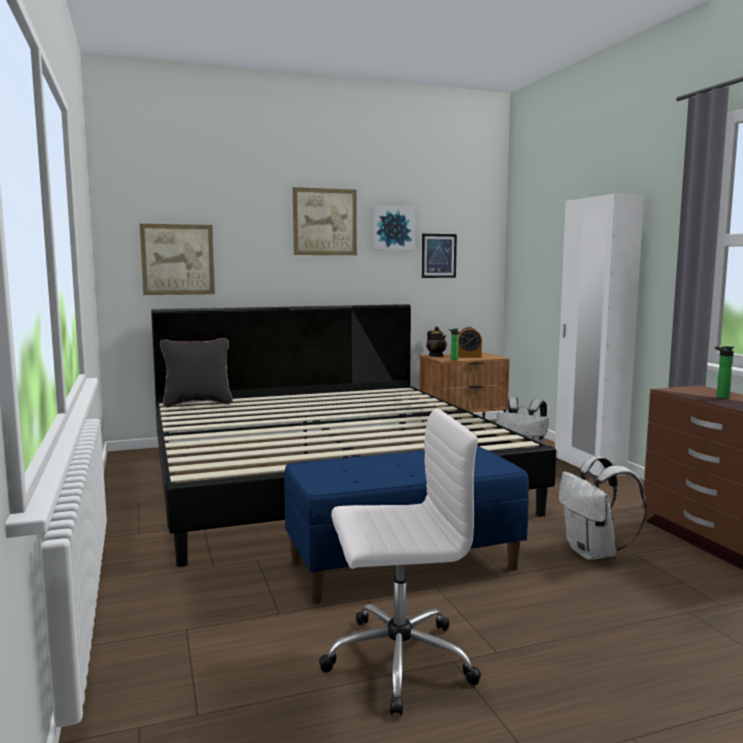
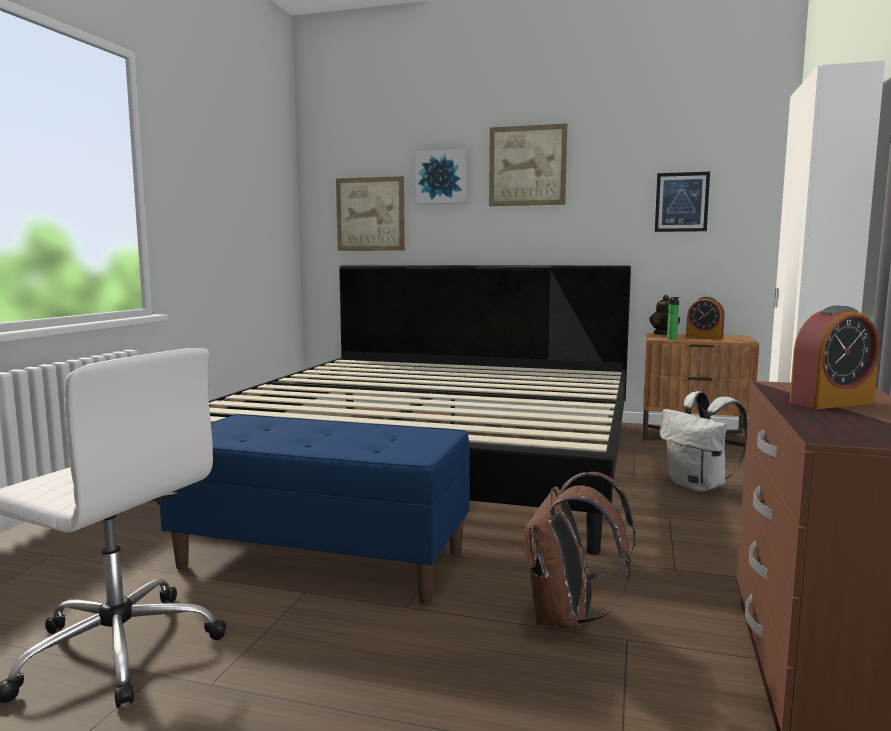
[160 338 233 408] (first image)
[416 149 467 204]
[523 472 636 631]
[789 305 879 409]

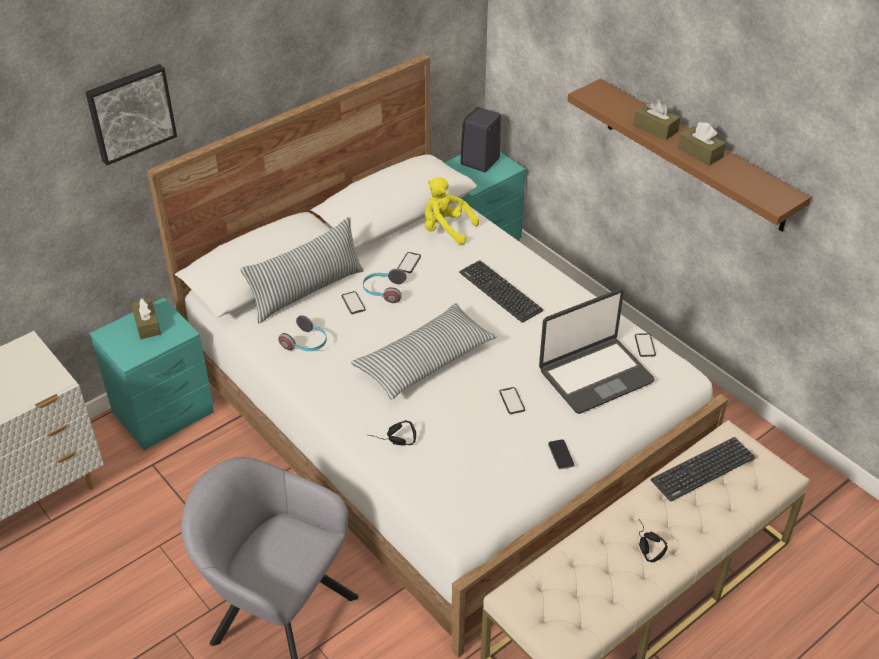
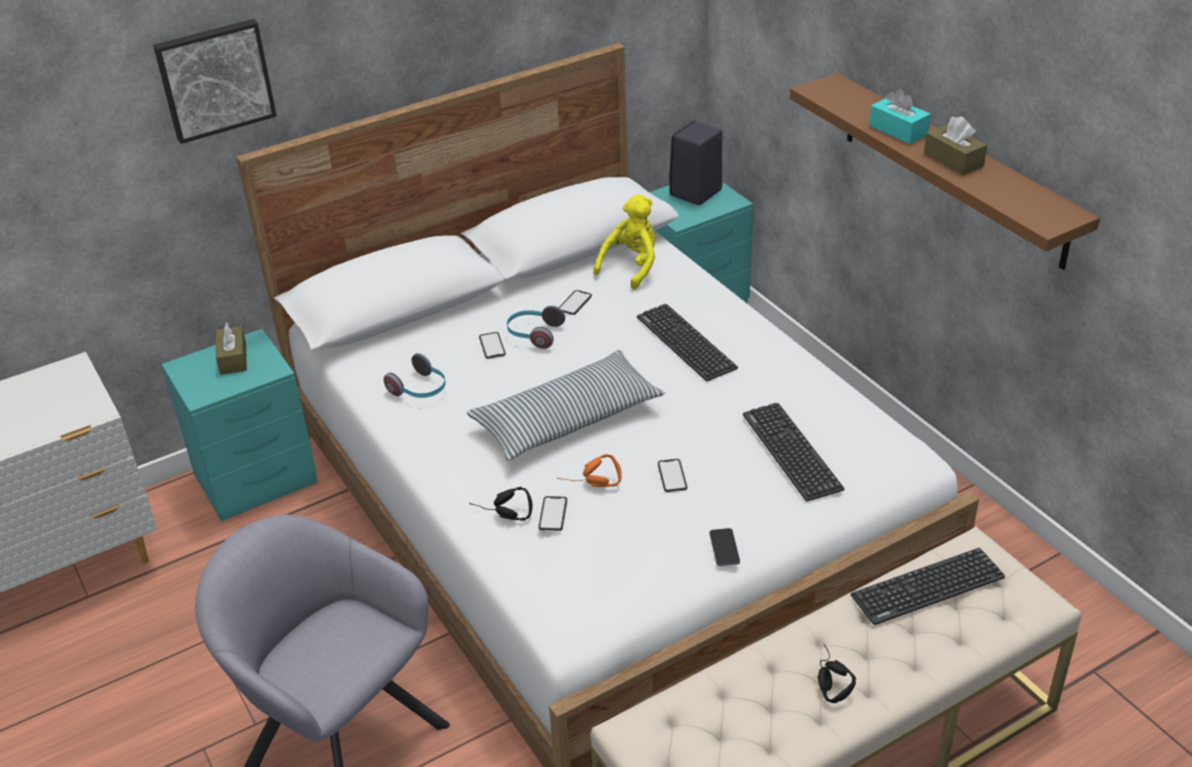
[241 217 364 323] (first image)
[593 194 655 290]
[743 403 844 501]
[869 89 931 144]
[538 496 567 531]
[557 454 622 487]

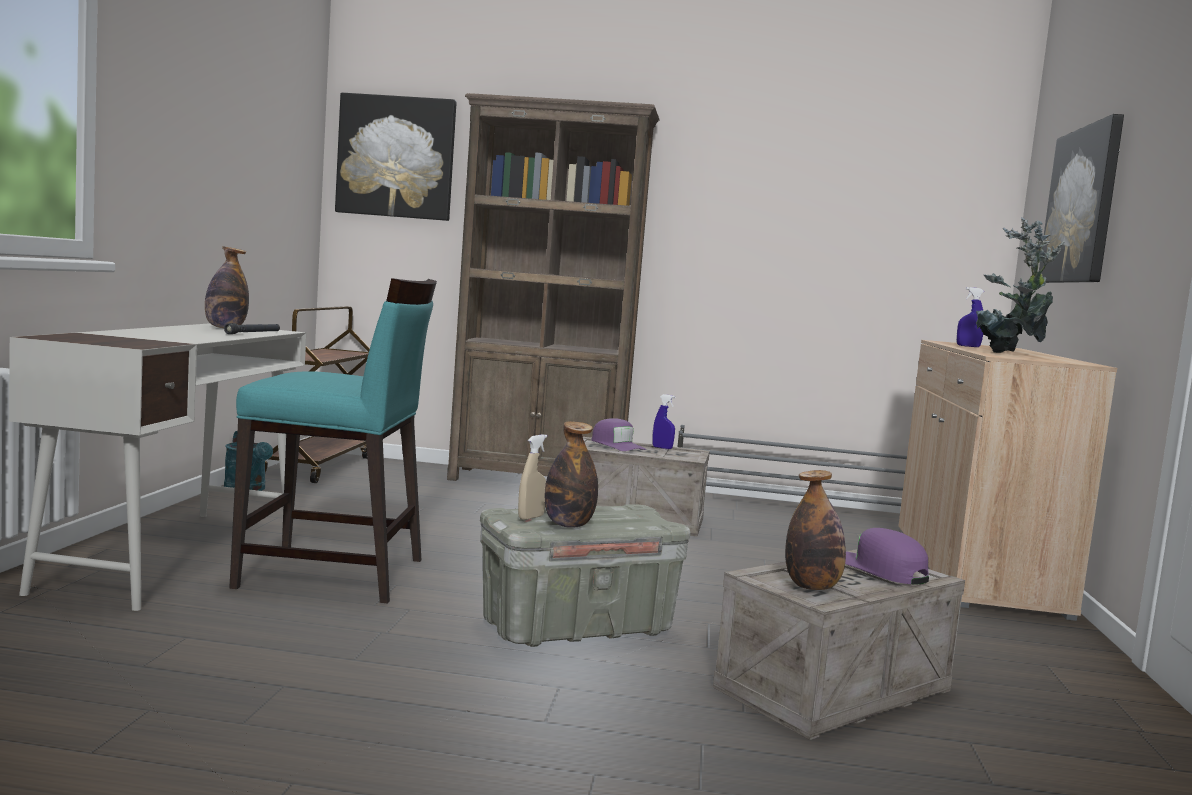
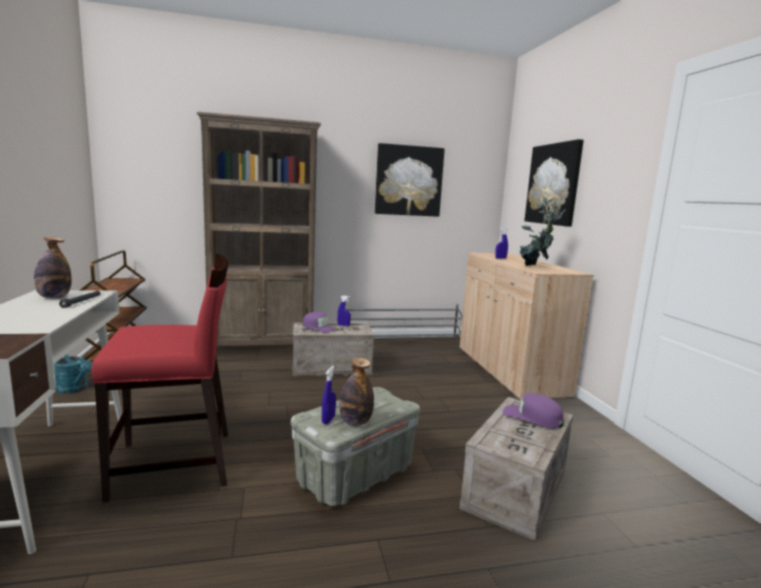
[91 254 228 502]
[375 143 445 217]
[322 366 336 424]
[785 470 846 590] (first image)

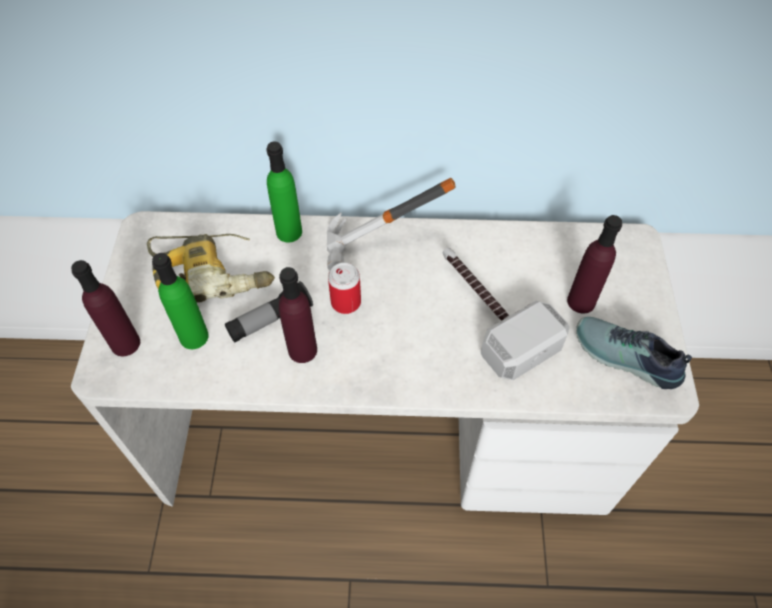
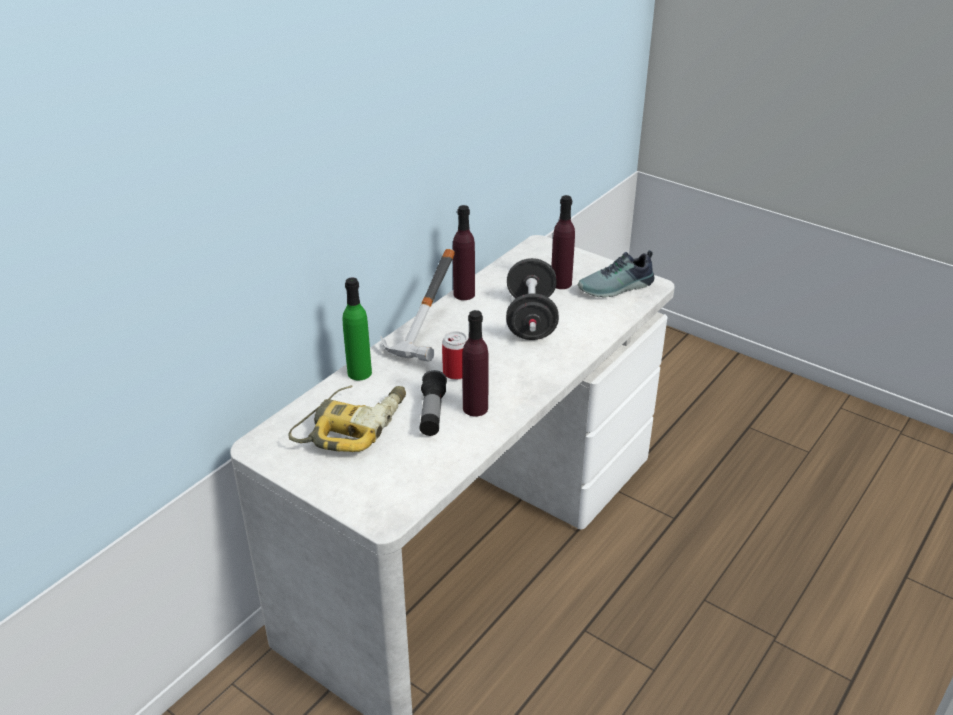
[453 205 475 300]
[152 253 209 349] (first image)
[506 258 559 340]

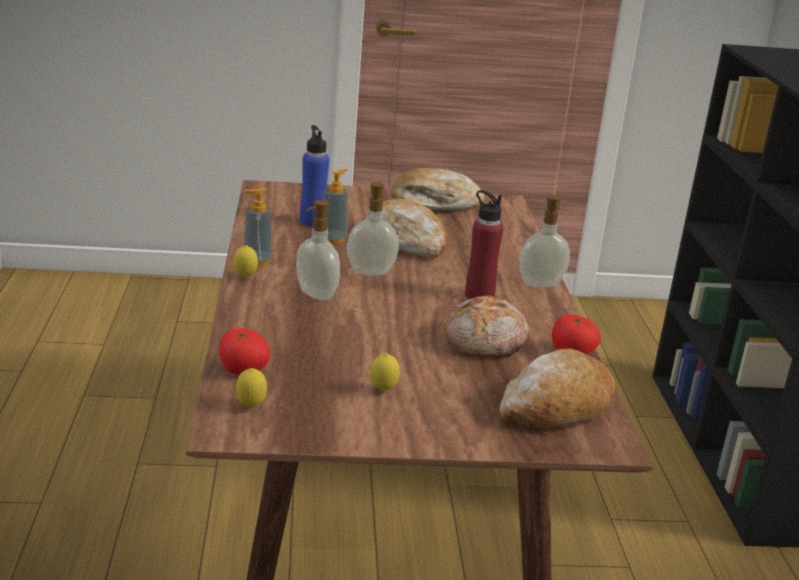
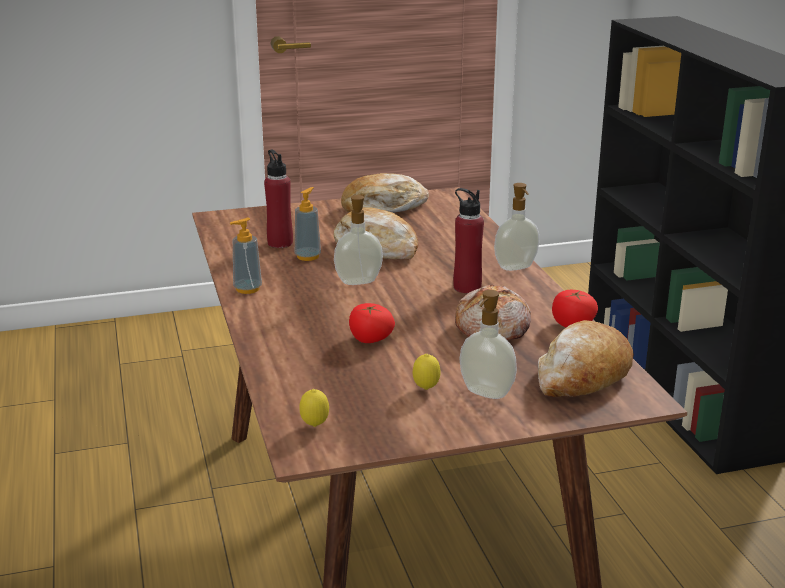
[349 303 395 343]
[233 245 258 278] (first image)
[459 290 517 399]
[264 150 293 248]

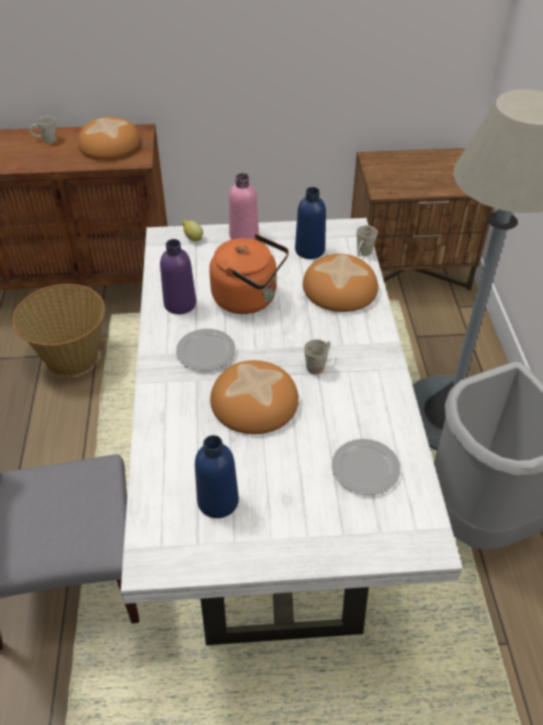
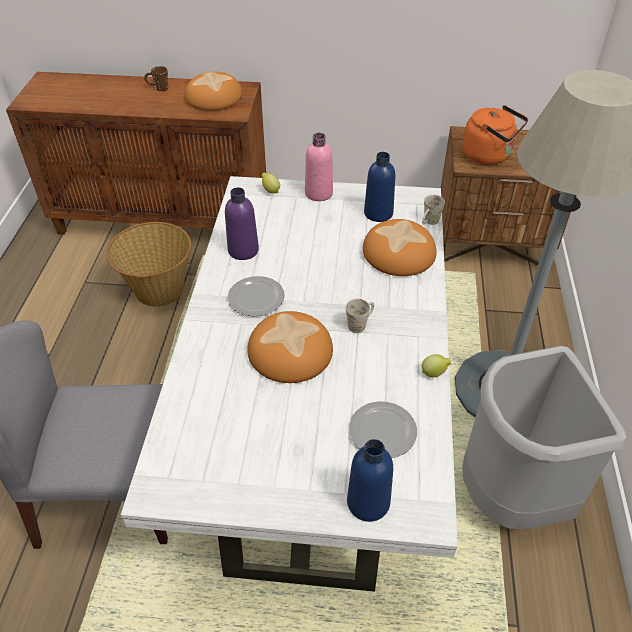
[144 66 168 91]
[347 439 393 522]
[463 105 528 165]
[422 354 451 377]

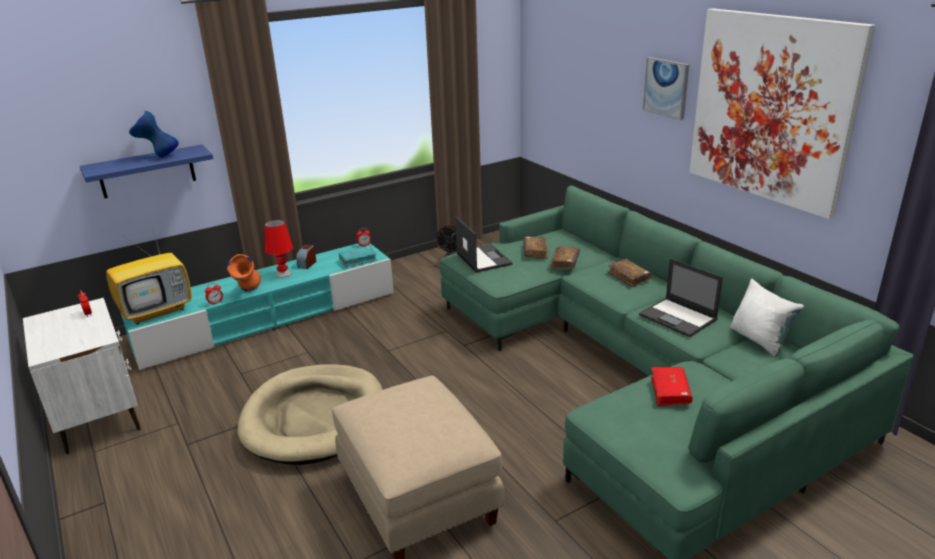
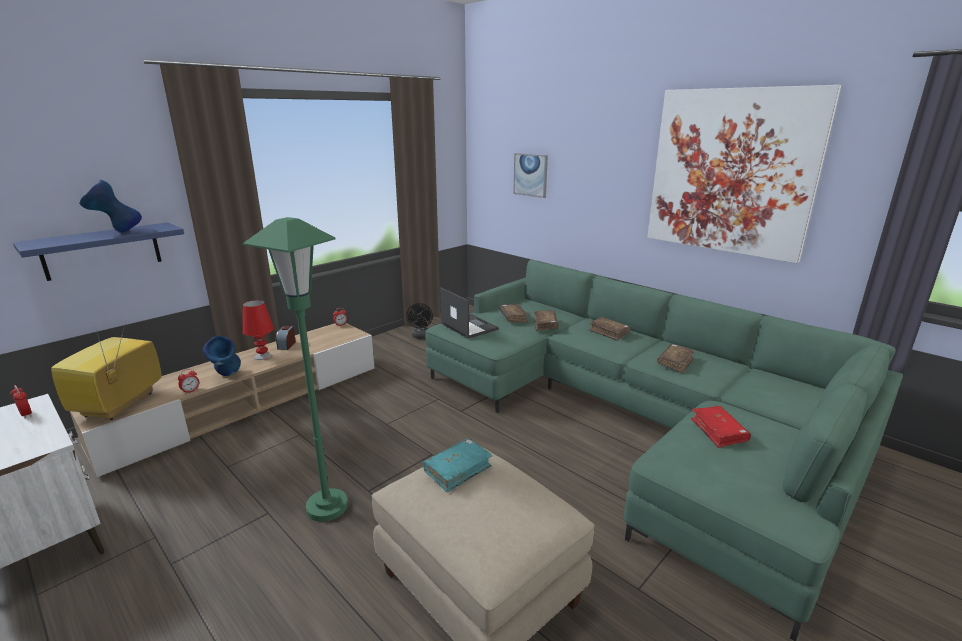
[51 321 162 420]
[70 323 375 477]
[203 336 241 376]
[243 217 348 522]
[423 438 493 493]
[657 344 695 373]
[513 153 548 198]
[730 278 804 357] (first image)

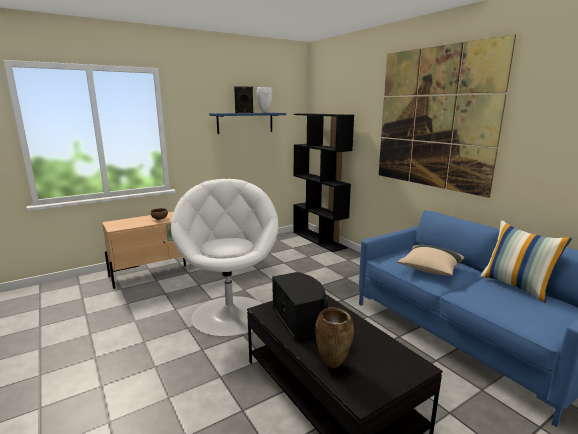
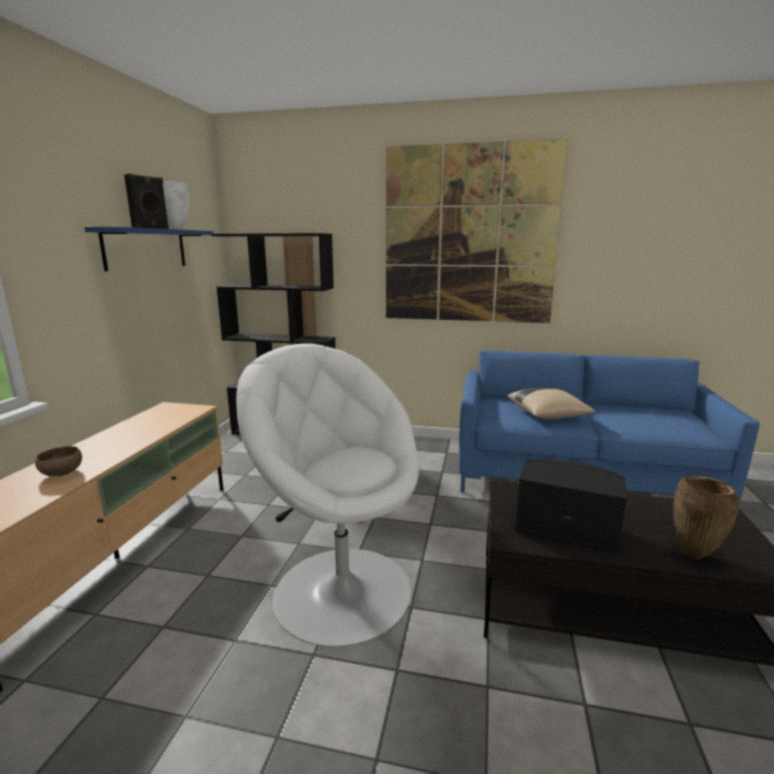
[480 220 572 303] (first image)

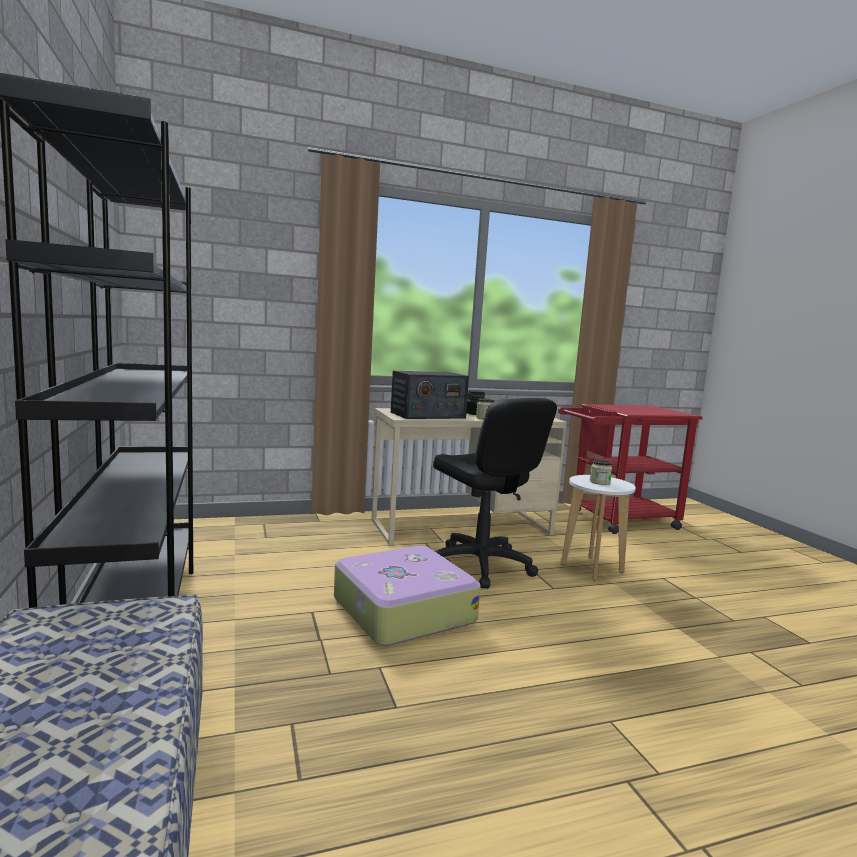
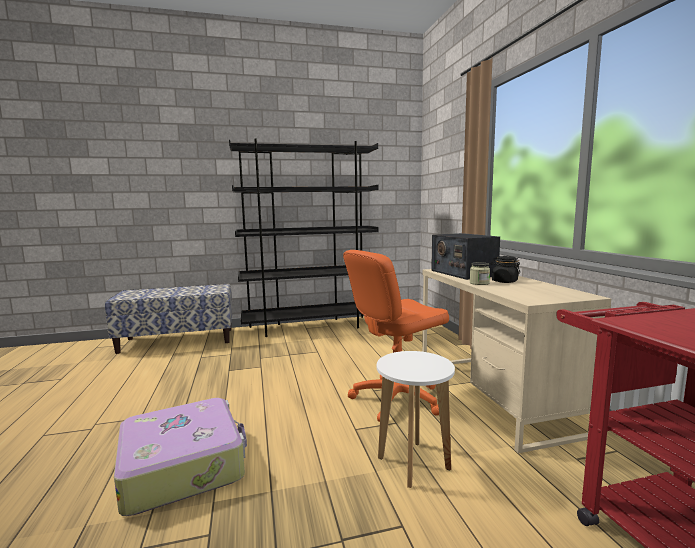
[114 398 247 516]
[343 250 449 422]
[590 459 612 485] (first image)

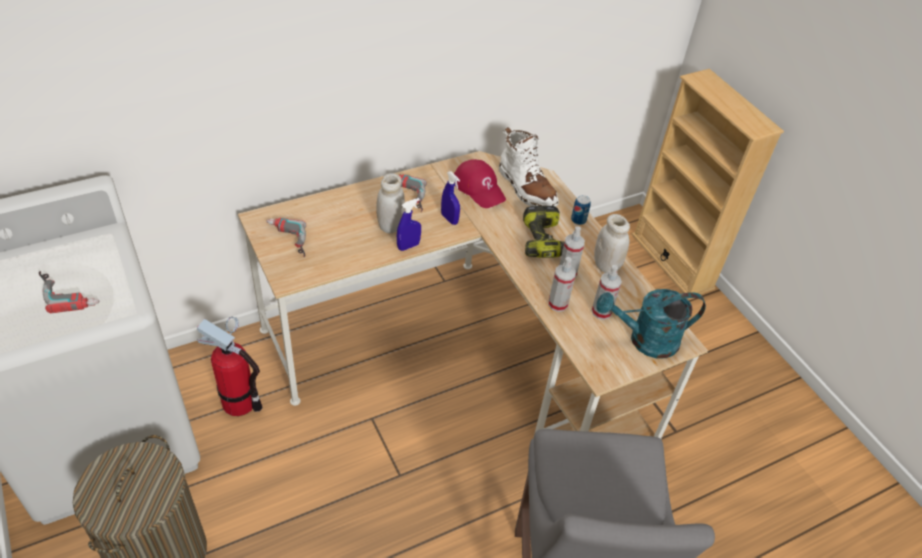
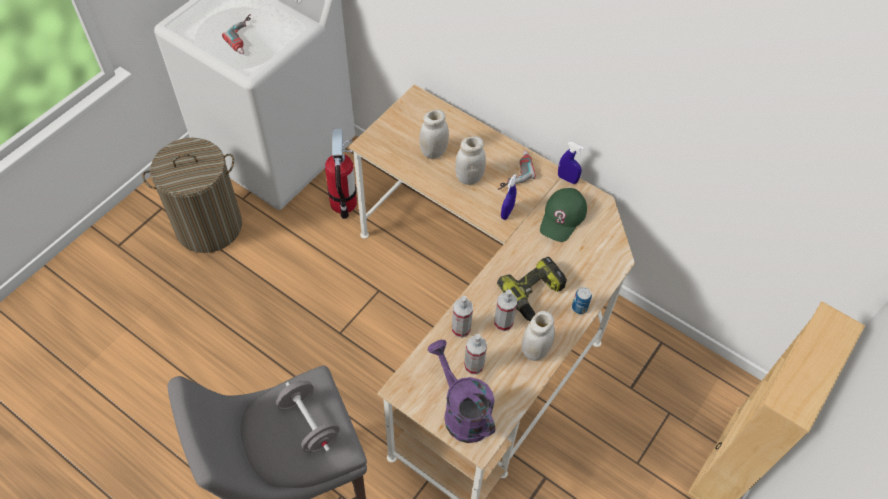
[266 218 306 257] (first image)
[558 142 584 184]
[540 188 587 242]
[499 127 559 207] (first image)
[428 340 495 443]
[276 381 339 452]
[419 109 449 159]

